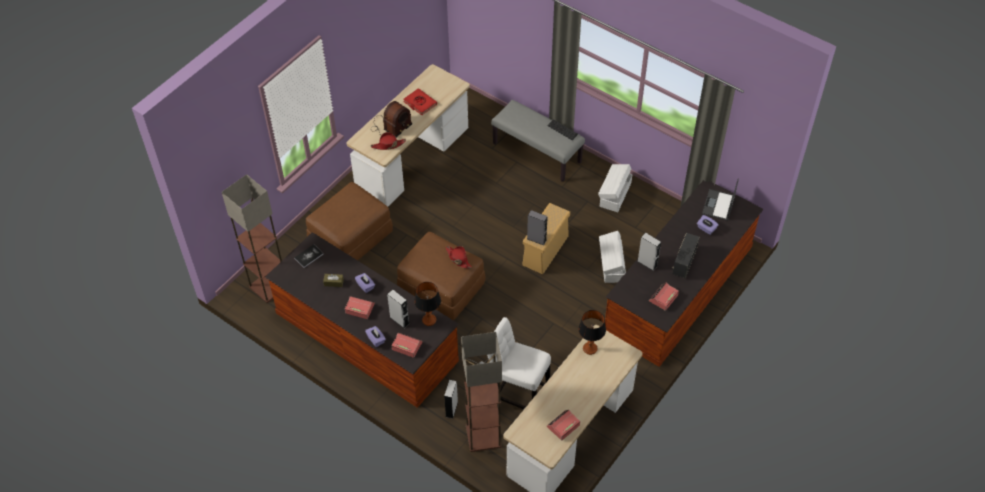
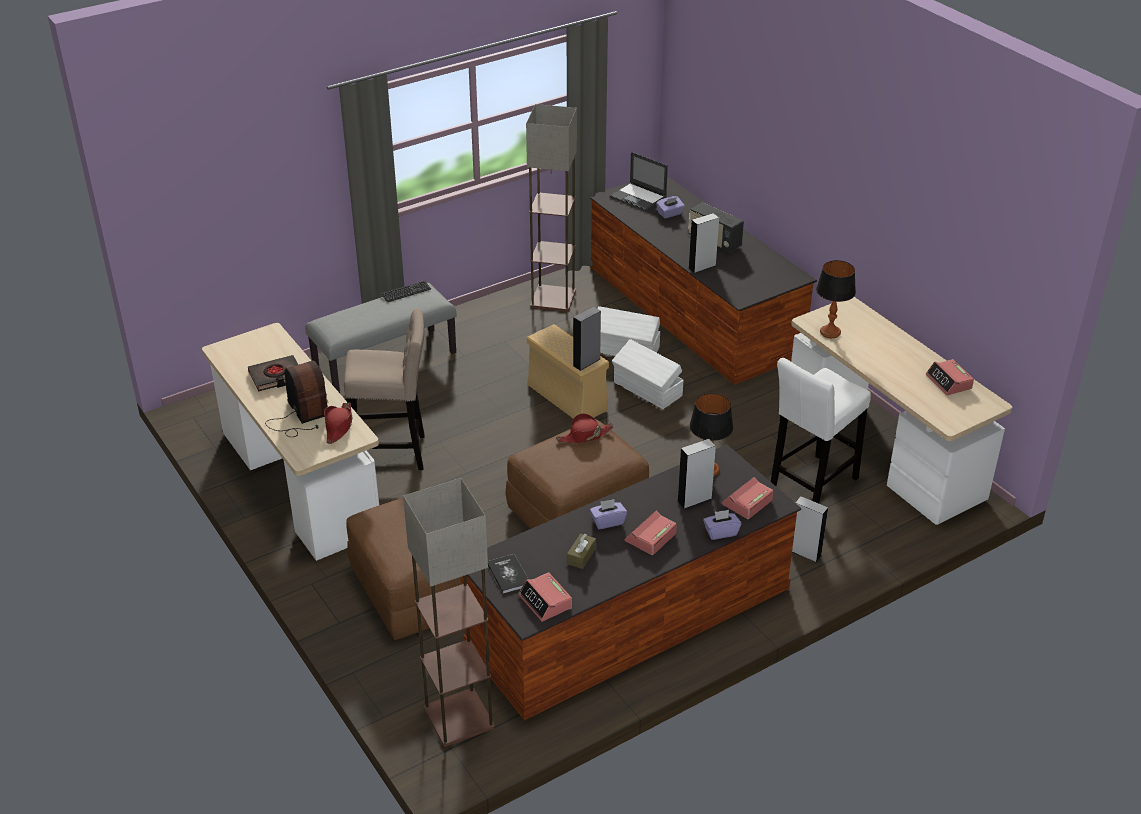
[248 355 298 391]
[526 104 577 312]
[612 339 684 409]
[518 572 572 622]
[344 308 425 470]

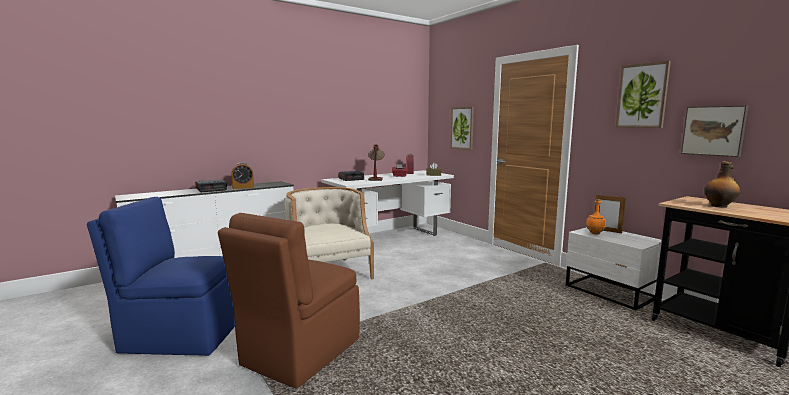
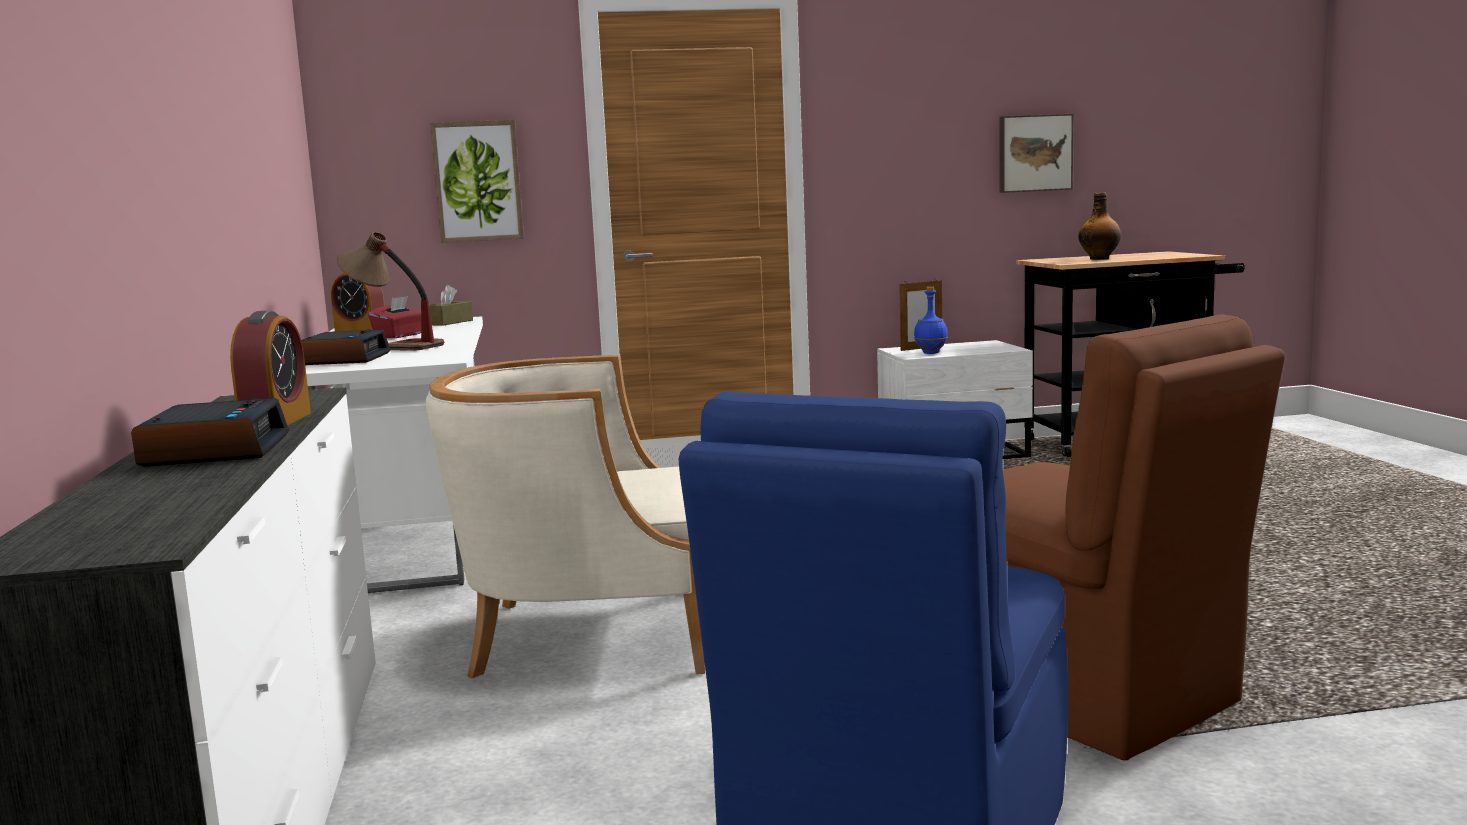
[914 287 948 354]
[616 61 671 128] (first image)

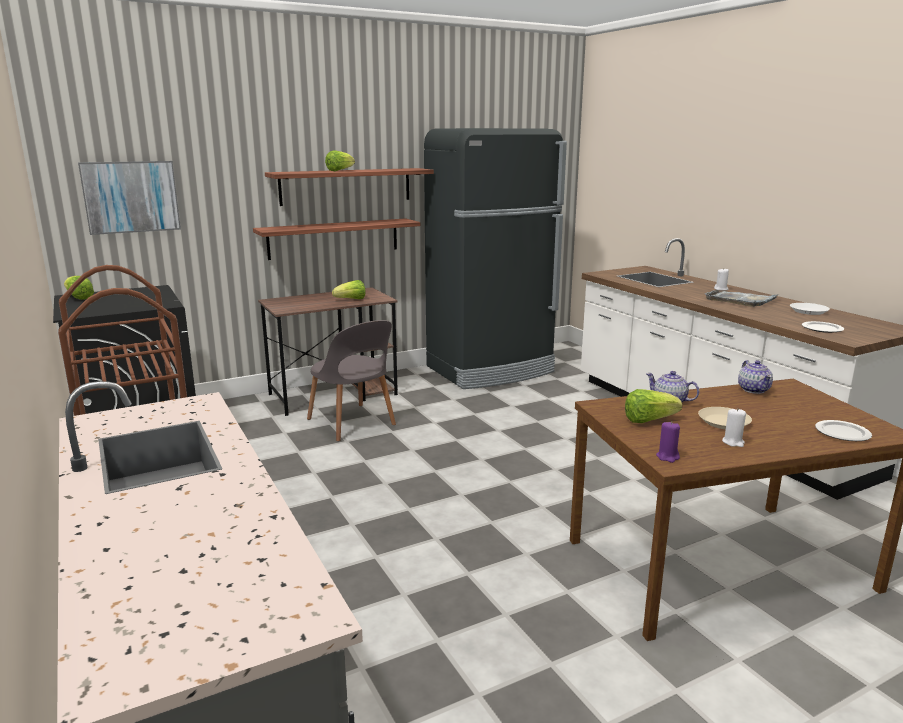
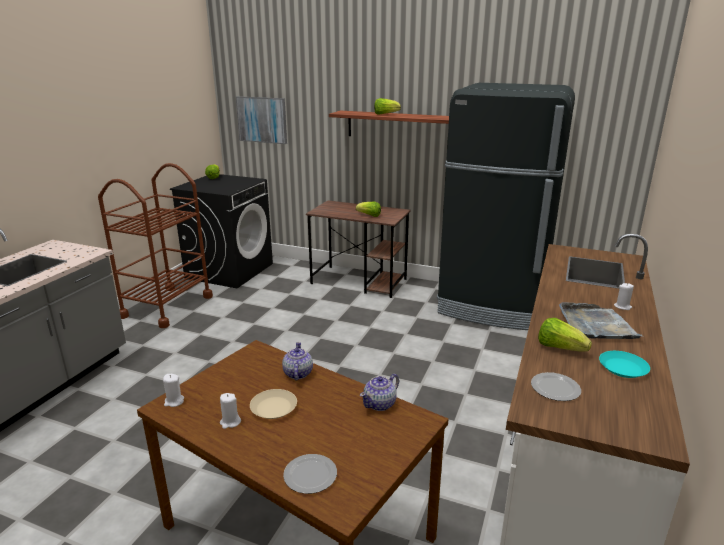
[253 218 420 260] (first image)
[307 320 396 442] (first image)
[538 318 592 352]
[163 374 184 407]
[599 351 650 378]

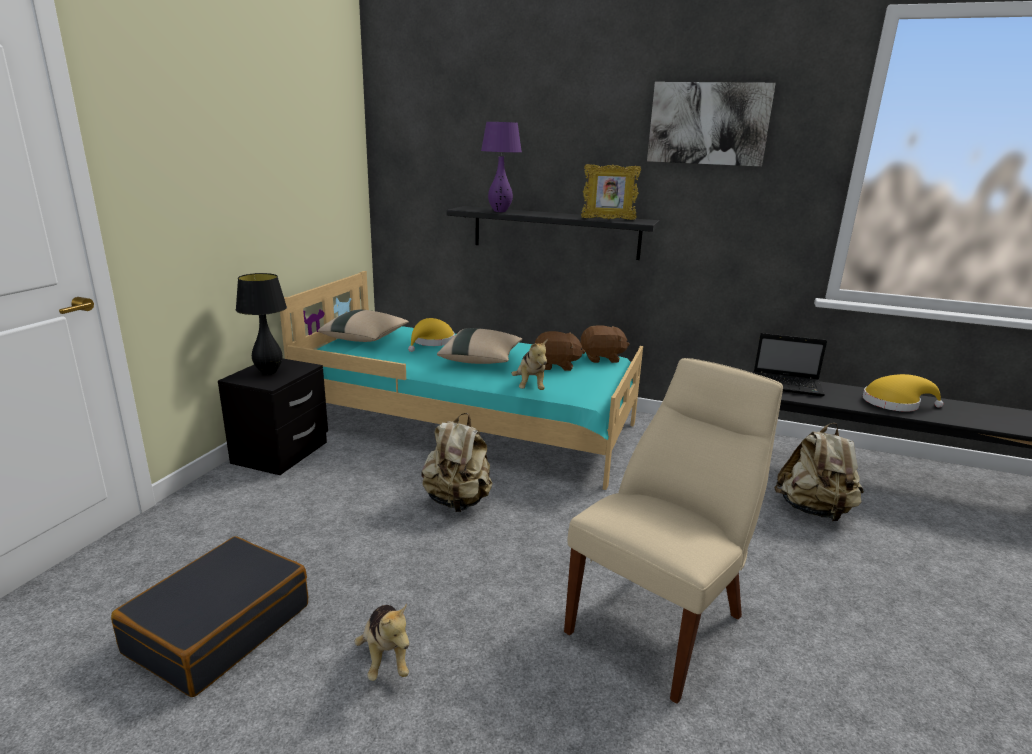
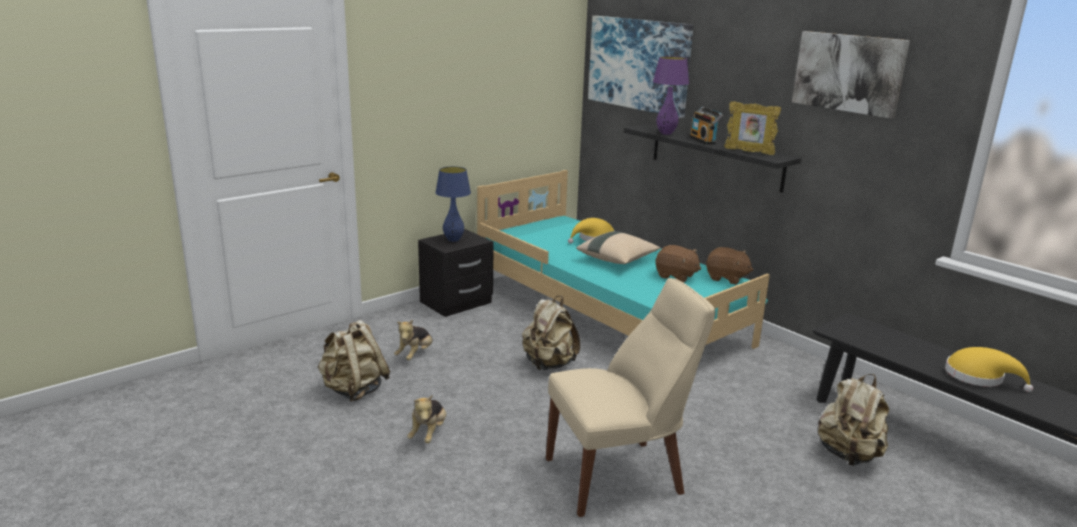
[317 320 390 402]
[435 166 471 242]
[318 310 409 342] (first image)
[394 320 433 360]
[753 333 827 397] (first image)
[588 16 694 118]
[689 107 723 145]

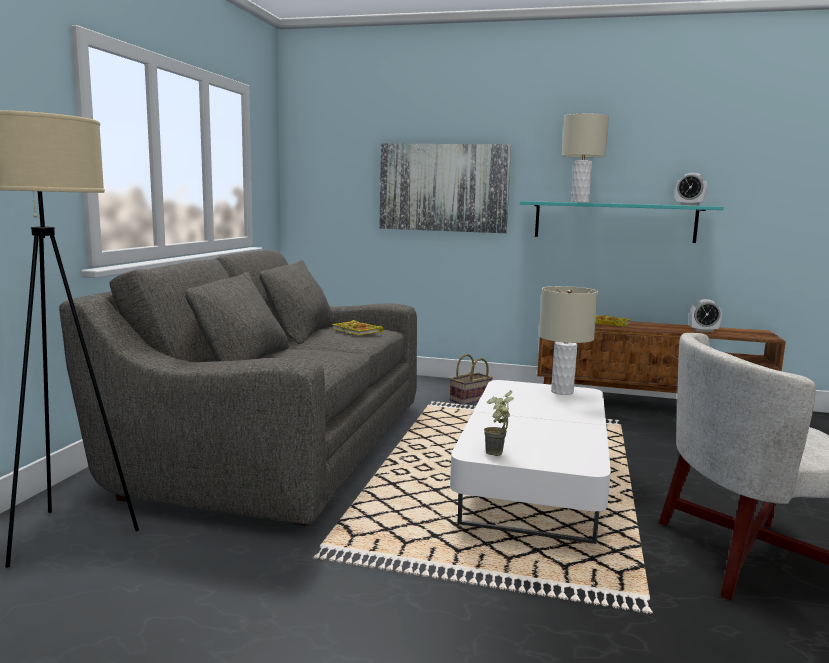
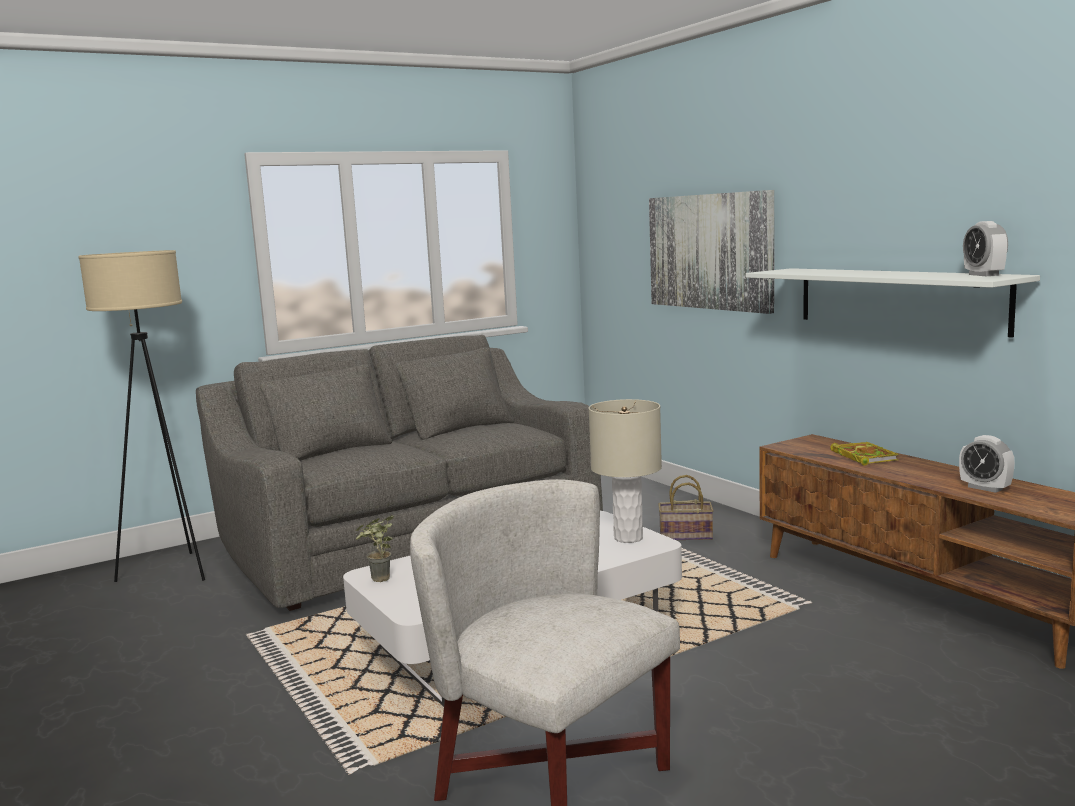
[332 320 383 335] (first image)
[746 268 1040 338]
[562 114 609 203] (first image)

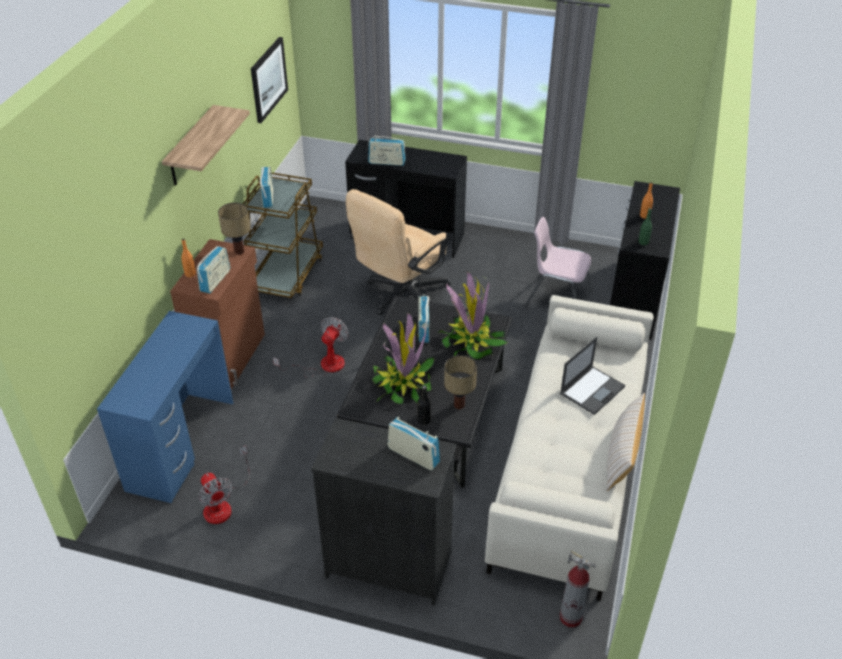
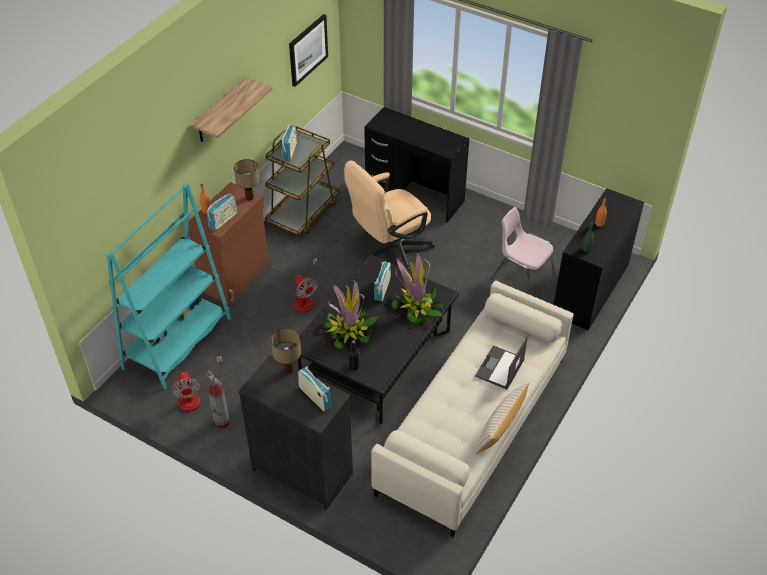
[106 183 231 389]
[294 258 321 313]
[368 135 406 166] (first image)
[271 328 301 374]
[475 336 528 390]
[205 370 230 429]

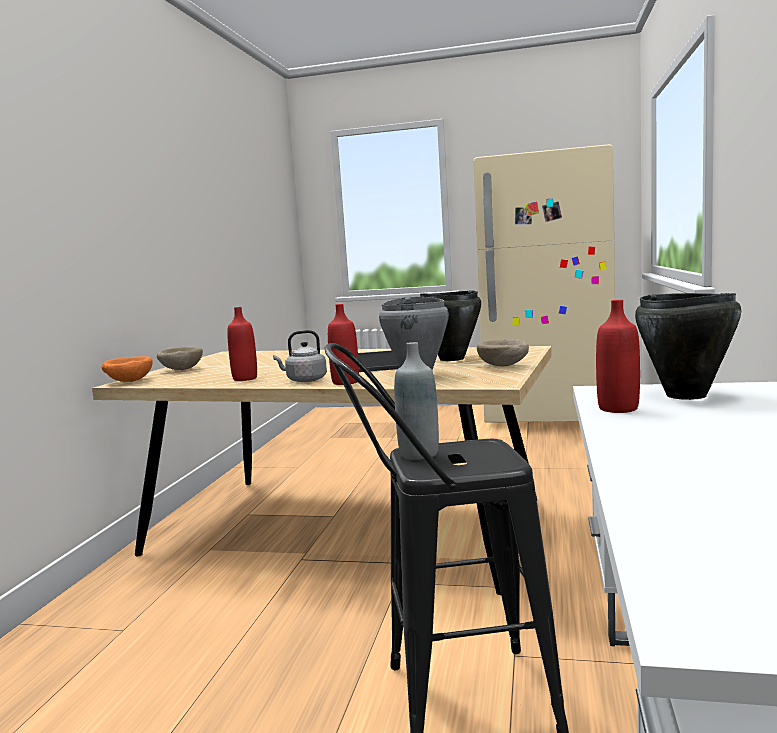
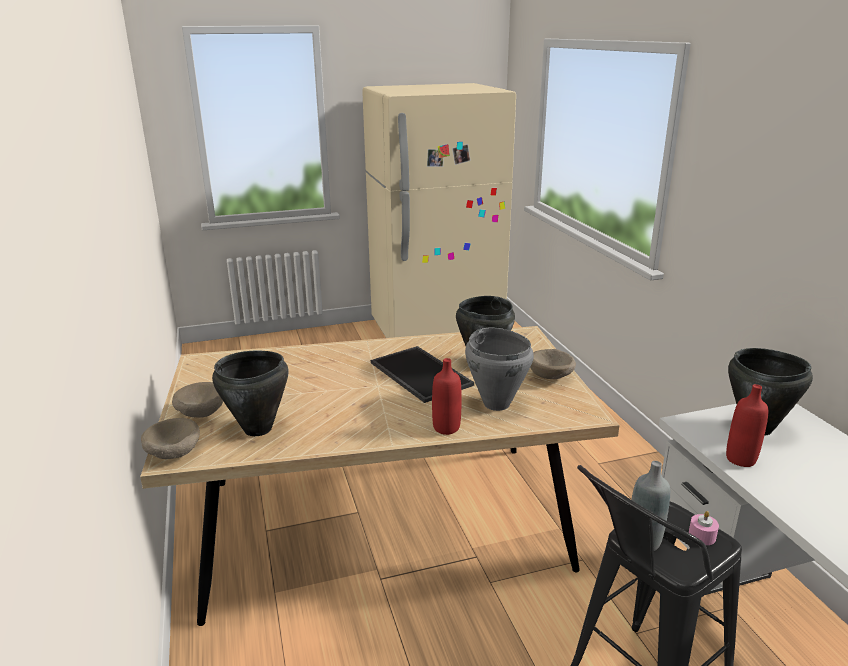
[141 418 200 459]
[227 307 257 381] (first image)
[273 330 327 382] (first image)
[212 351 289 436]
[689 511 719 545]

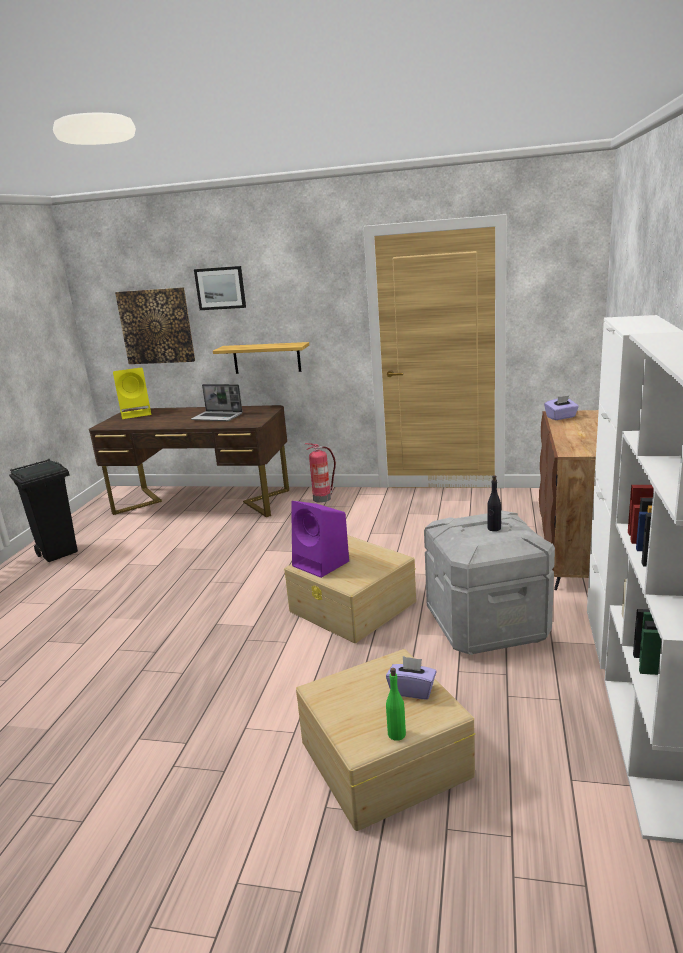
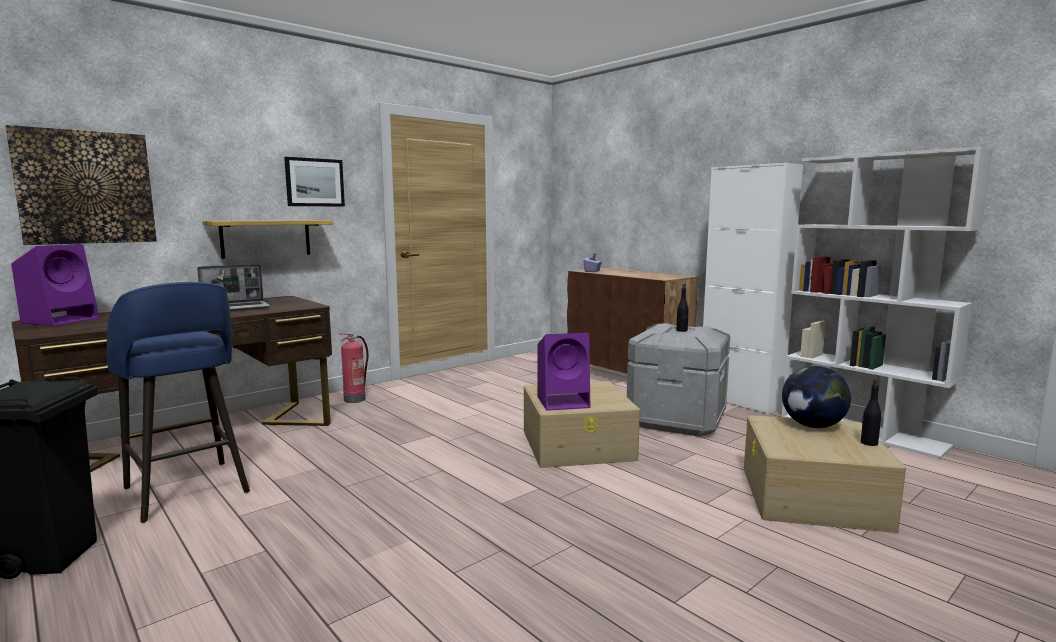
[11 244 100 326]
[284 157 345 206]
[782 366 851 428]
[861 379 881 446]
[107 282 250 523]

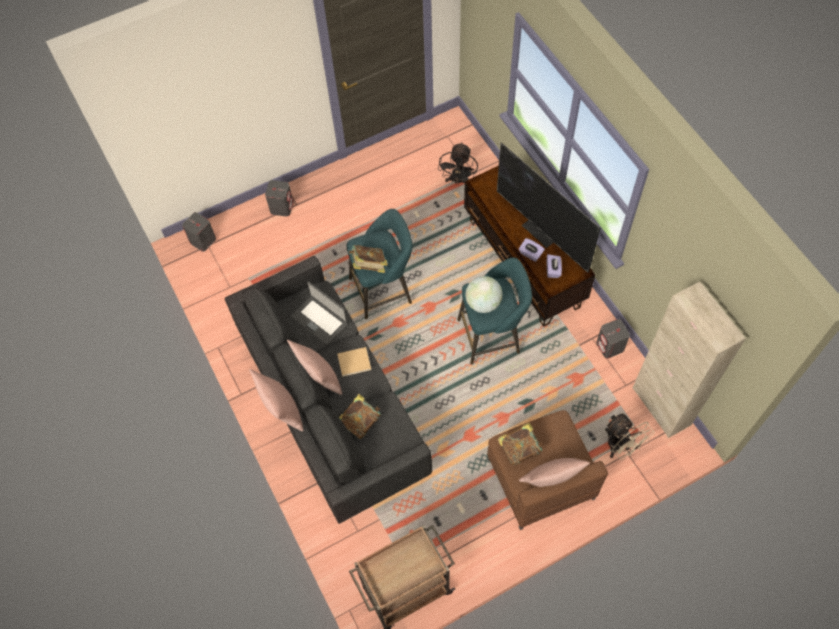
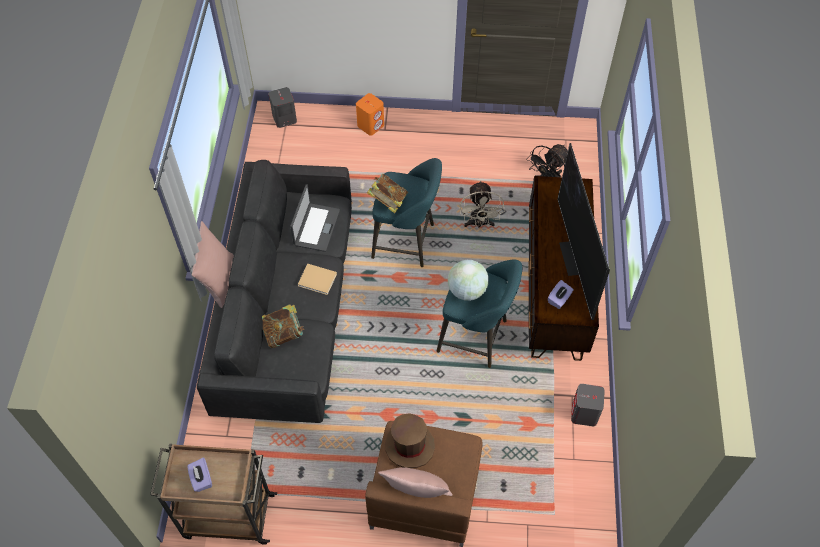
[356 93 384 135]
[287 340 342 395] (first image)
[290 184 340 252]
[385 413 435 468]
[187 458 212 492]
[460 180 505 228]
[633 281 746 438] (first image)

